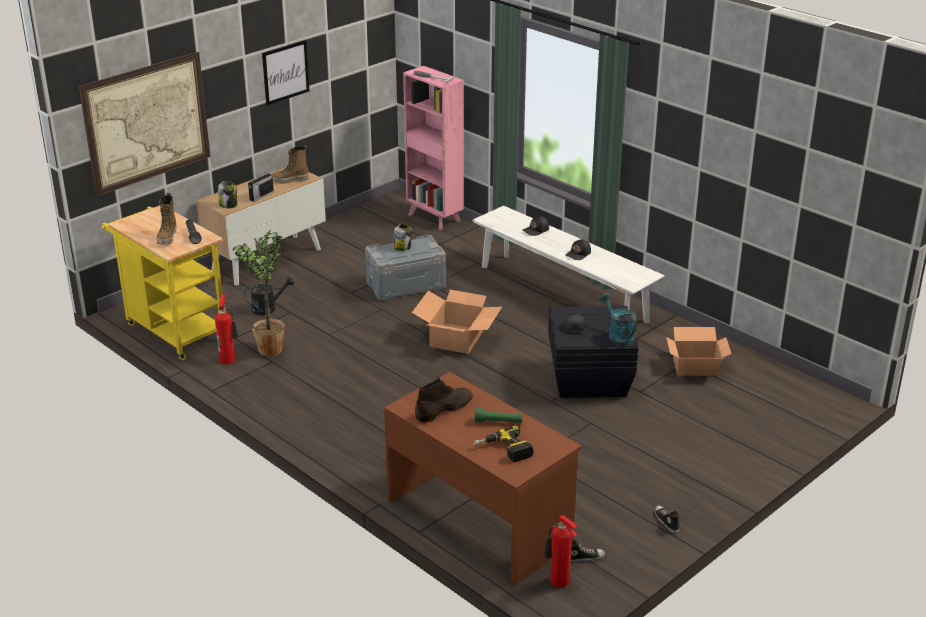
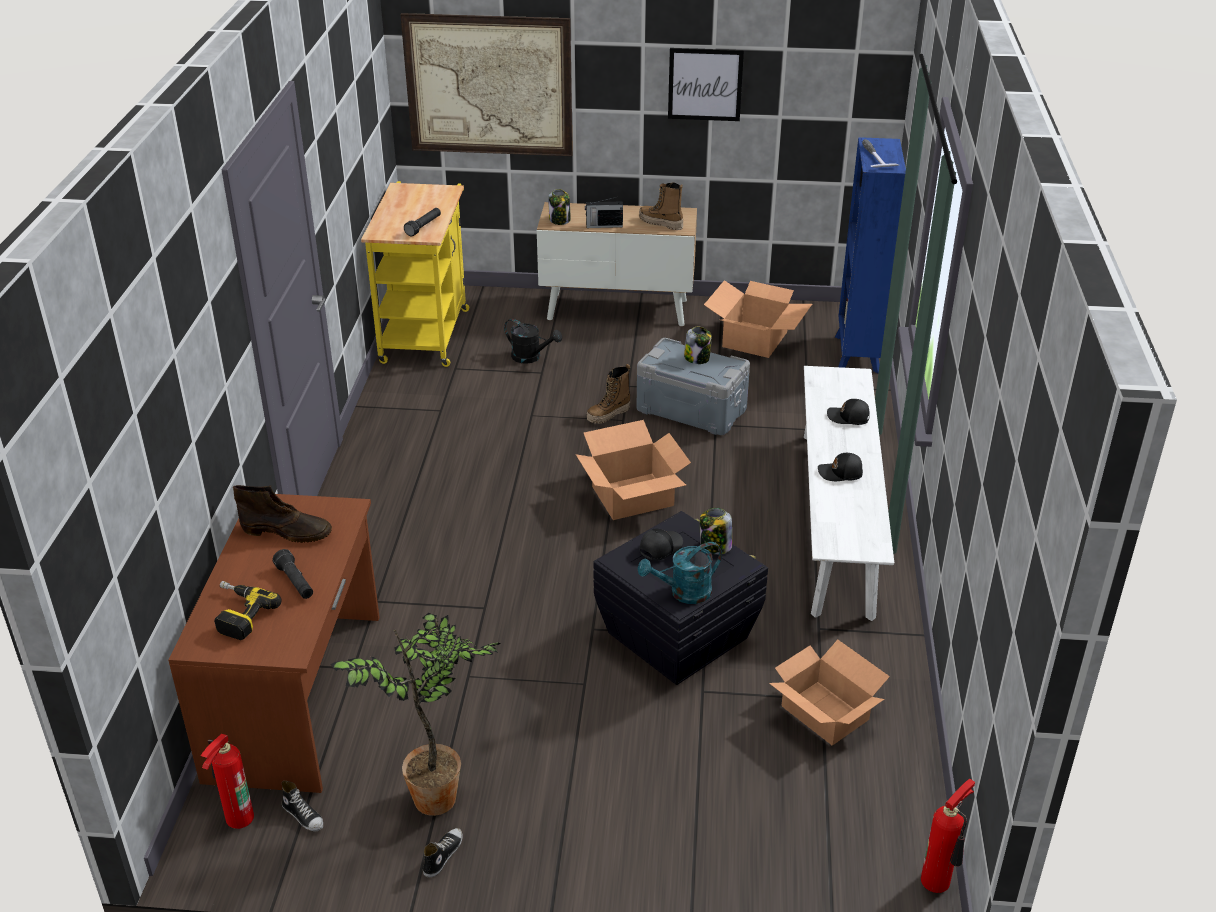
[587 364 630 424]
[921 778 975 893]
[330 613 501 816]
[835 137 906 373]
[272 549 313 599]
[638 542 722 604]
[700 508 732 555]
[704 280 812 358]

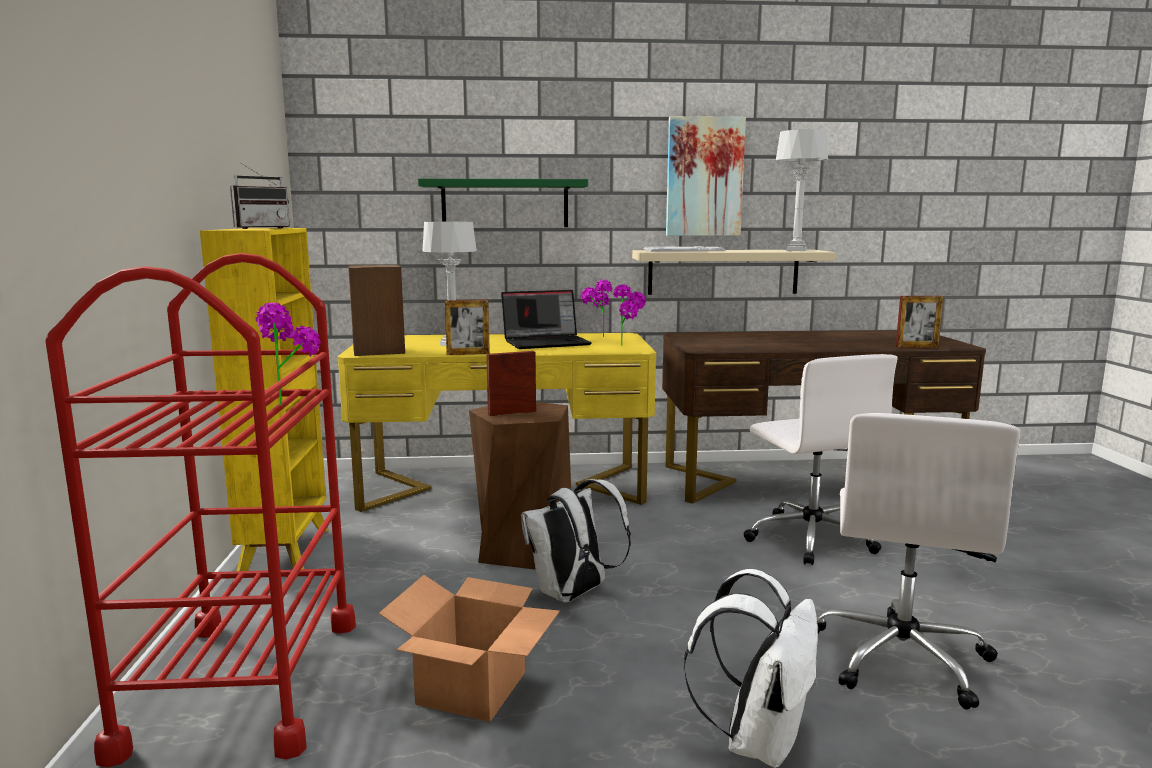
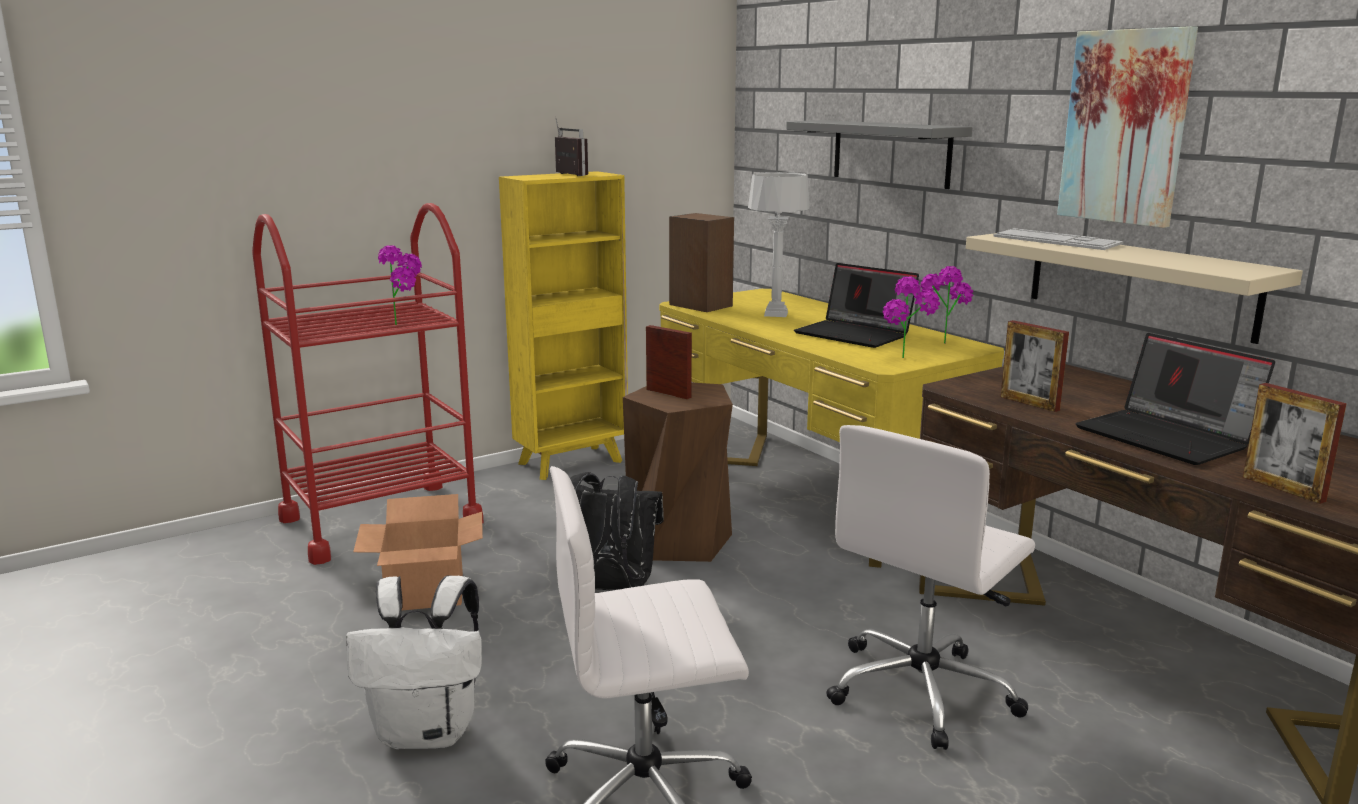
[555 119 589 176]
[786 120 972 189]
[1001 320 1069 412]
[570 472 664 591]
[776 129 828 251] (first image)
[1075 333 1275 465]

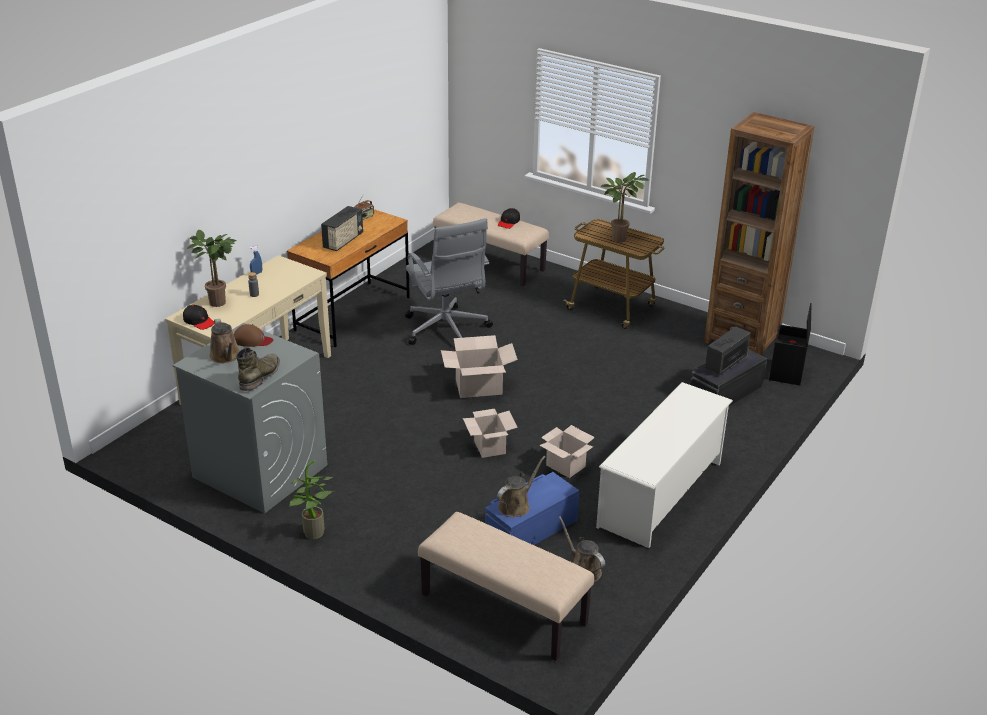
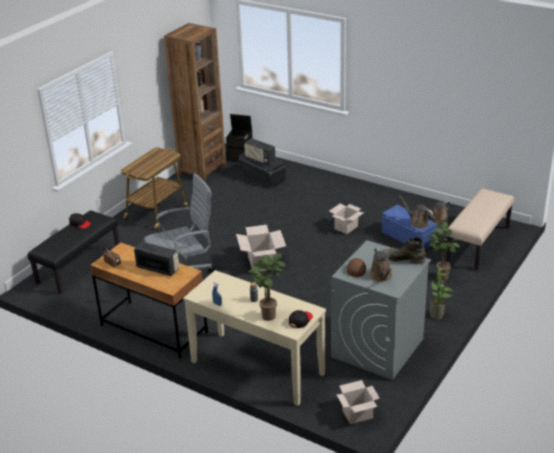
[369 248 392 282]
[28 210 119 294]
[337 380 380 424]
[596 382 733 548] (first image)
[427 222 460 281]

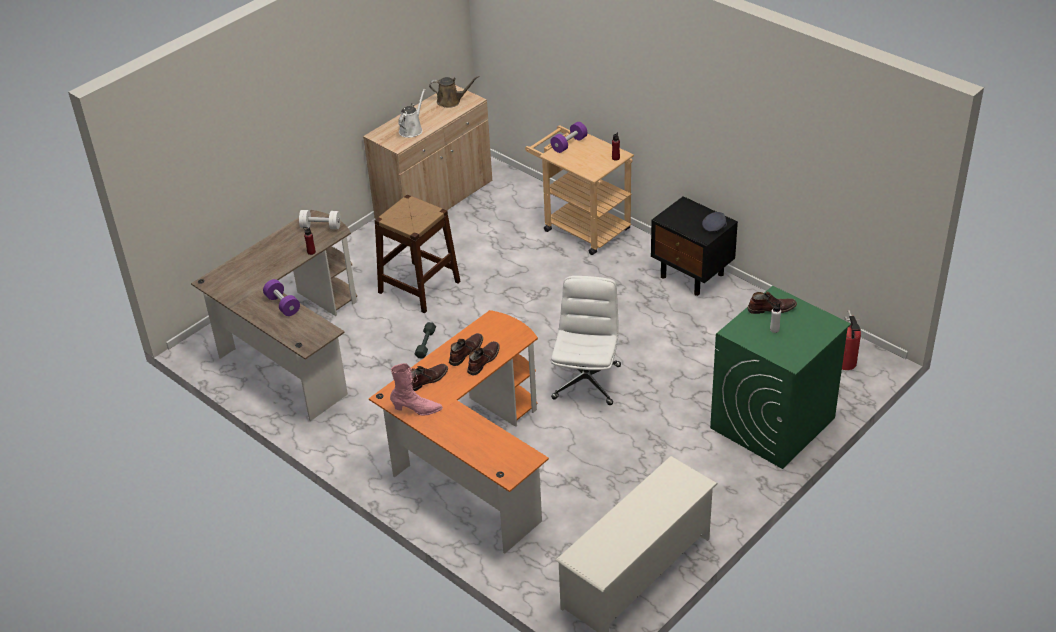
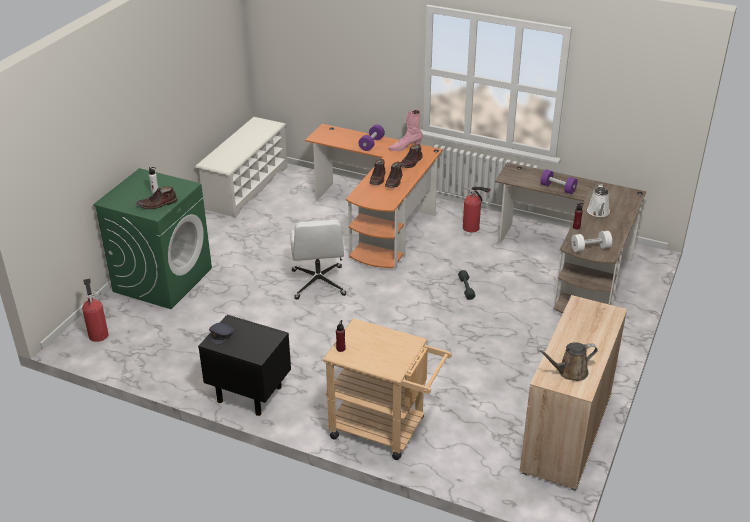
[375 195 461 313] (first image)
[587 184 610 217]
[358 124 385 151]
[463 186 491 232]

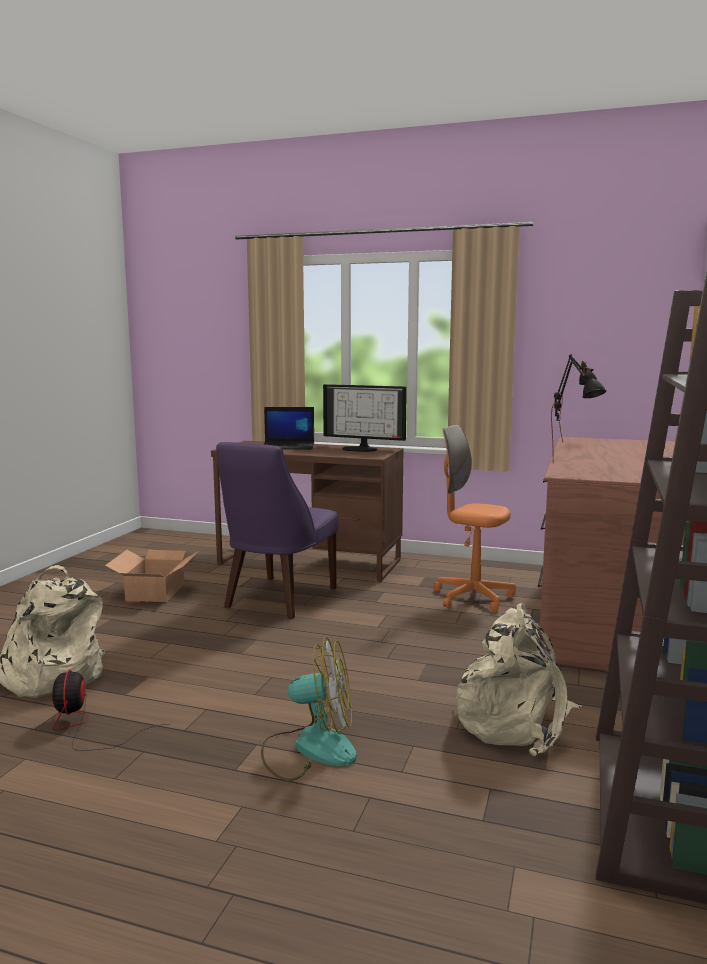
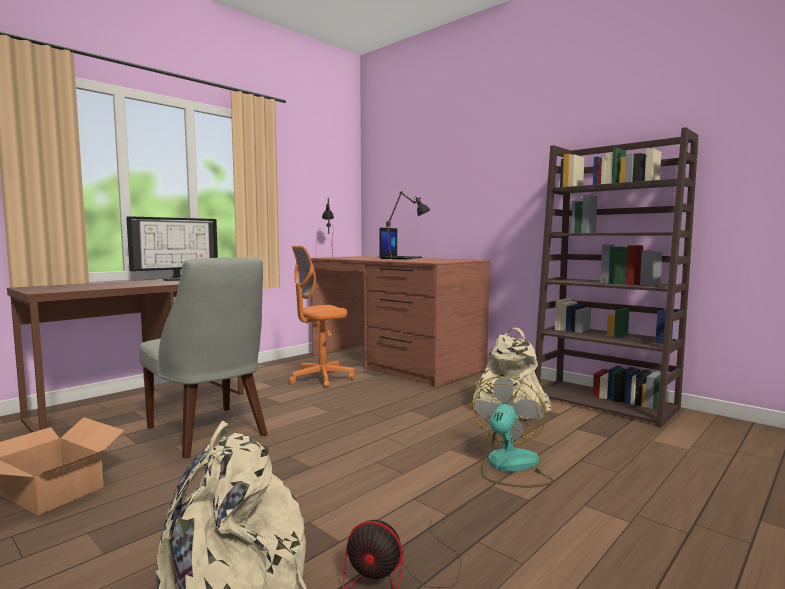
[139 257 268 459]
[379 228 422 259]

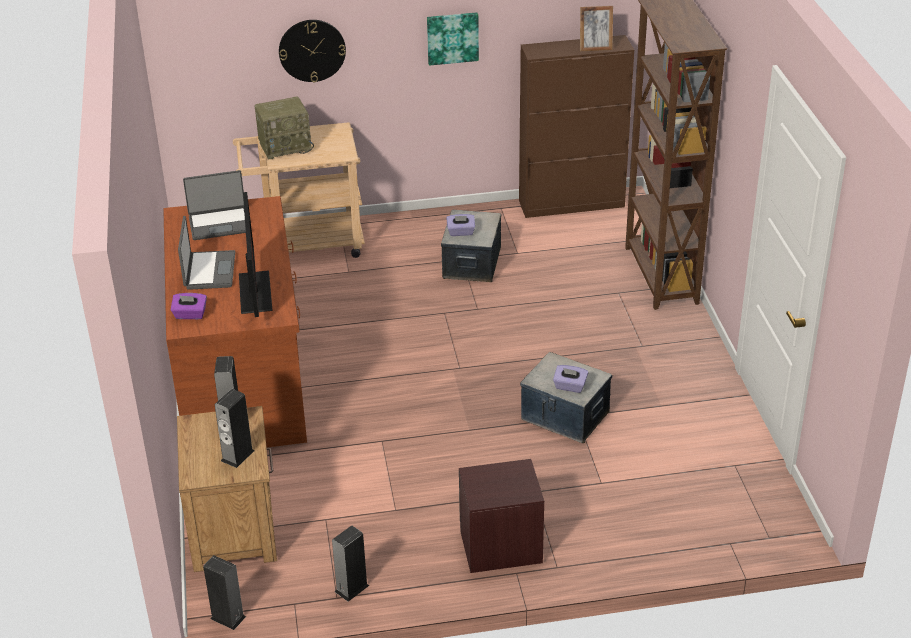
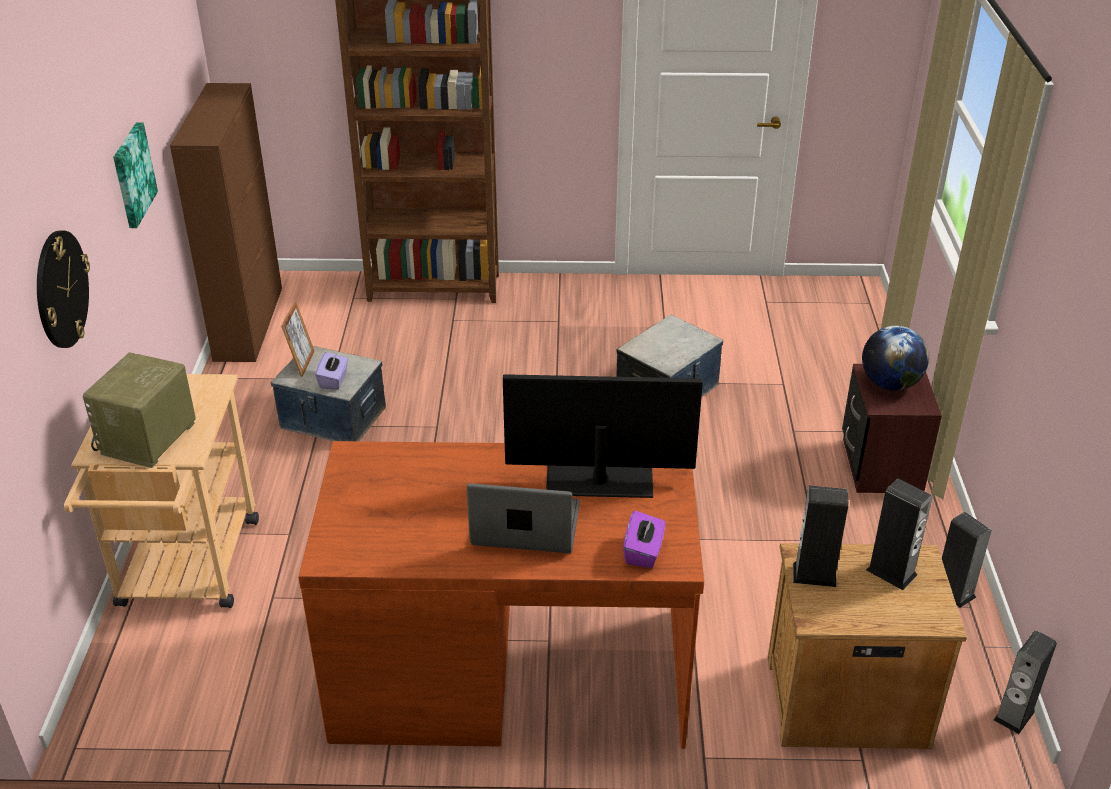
[183 170 246 240] (first image)
[83 352 196 468]
[553 365 589 393] (first image)
[281 301 315 377]
[862 326 929 390]

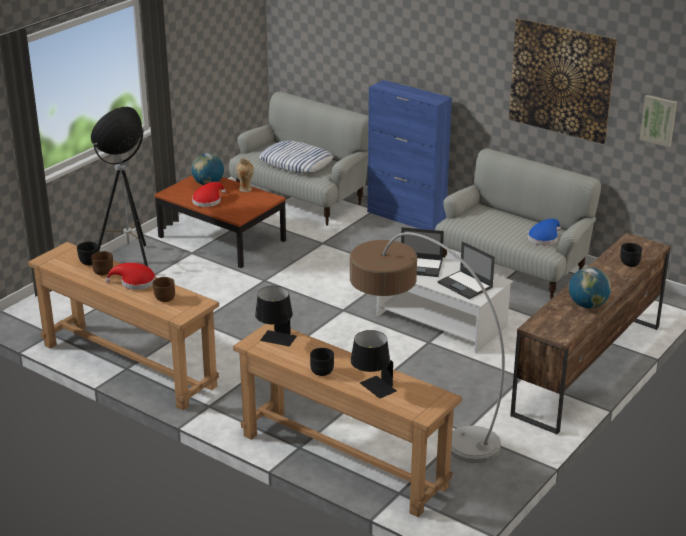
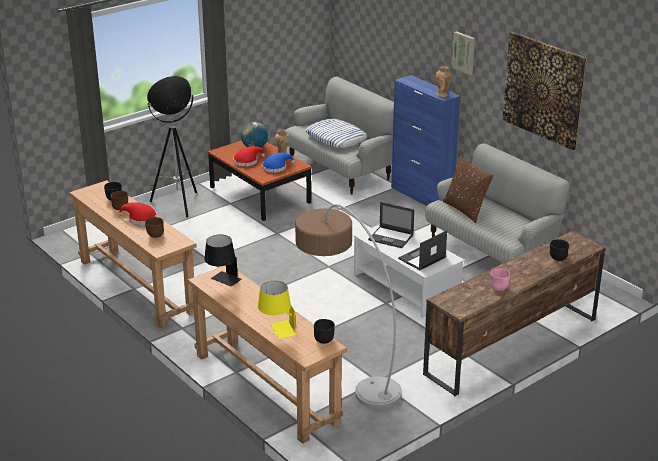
[314 319 335 344]
[258 281 296 339]
[398 230 447 270]
[262 153 295 173]
[490 269 510 291]
[452 31 475 75]
[436 66 451 97]
[443 156 494 223]

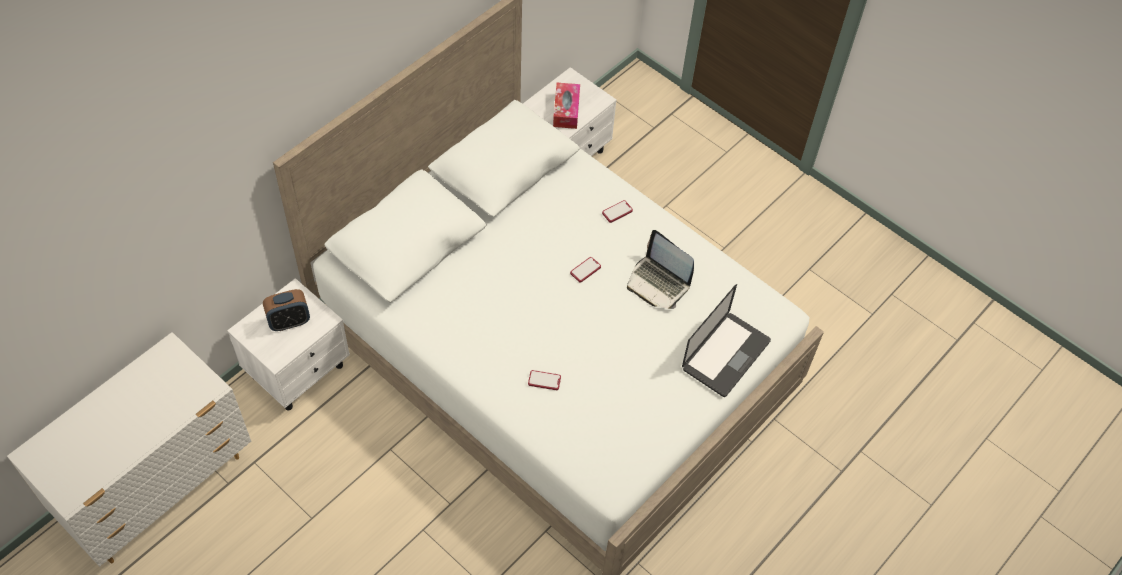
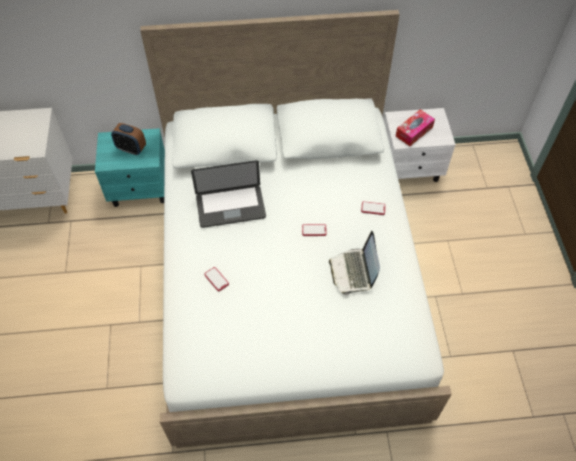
[95 128 165 207]
[191 160 266 228]

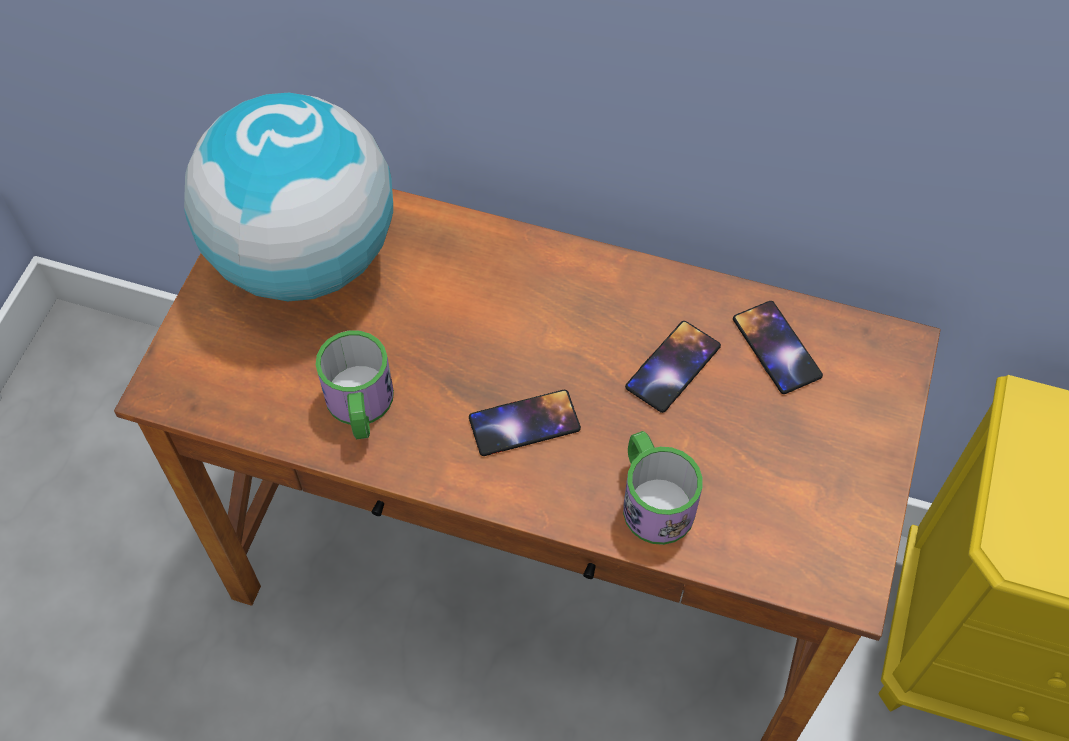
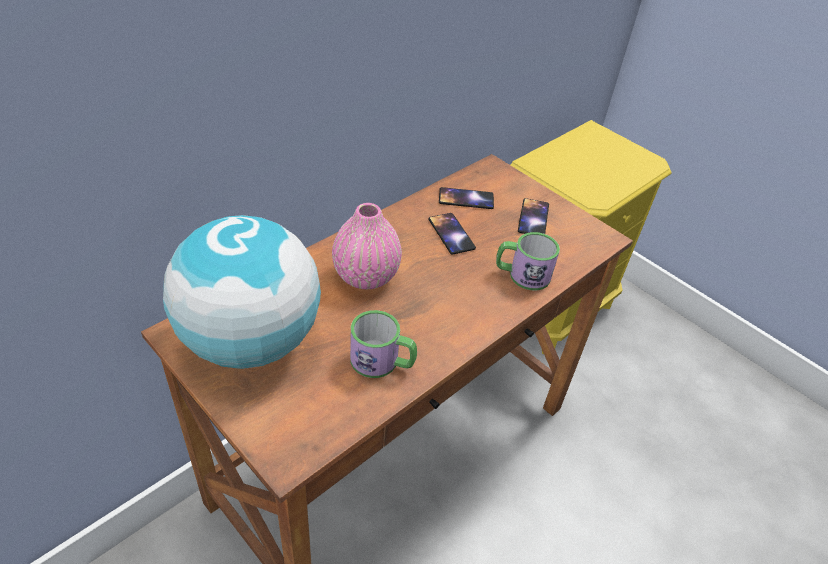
[518 198 549 234]
[332 203 402 289]

